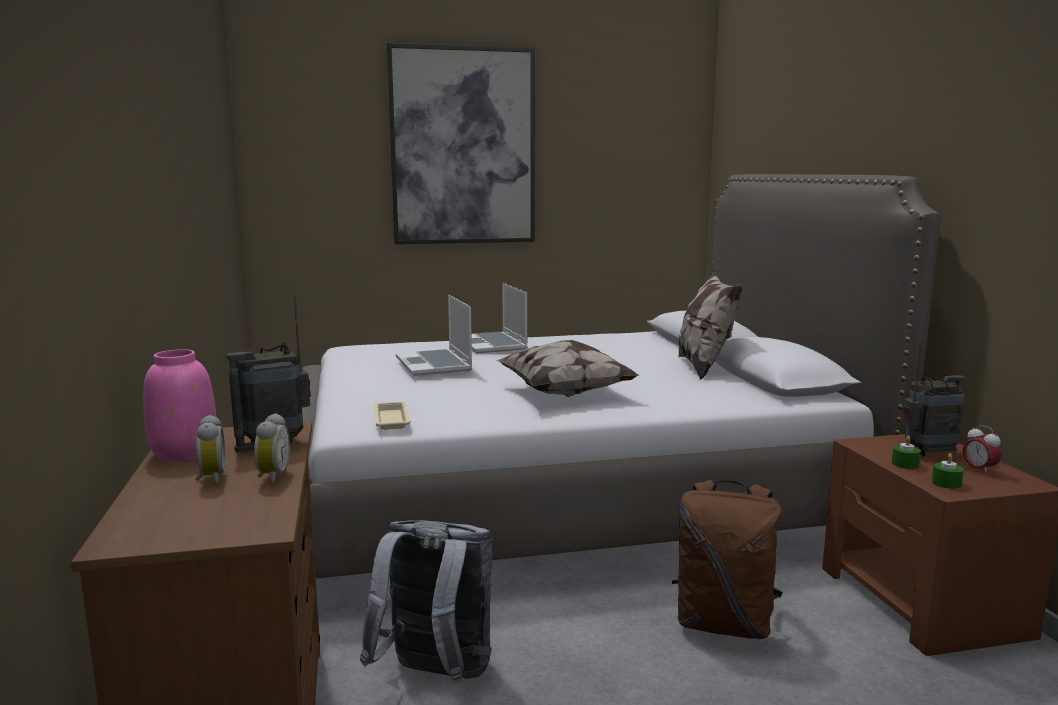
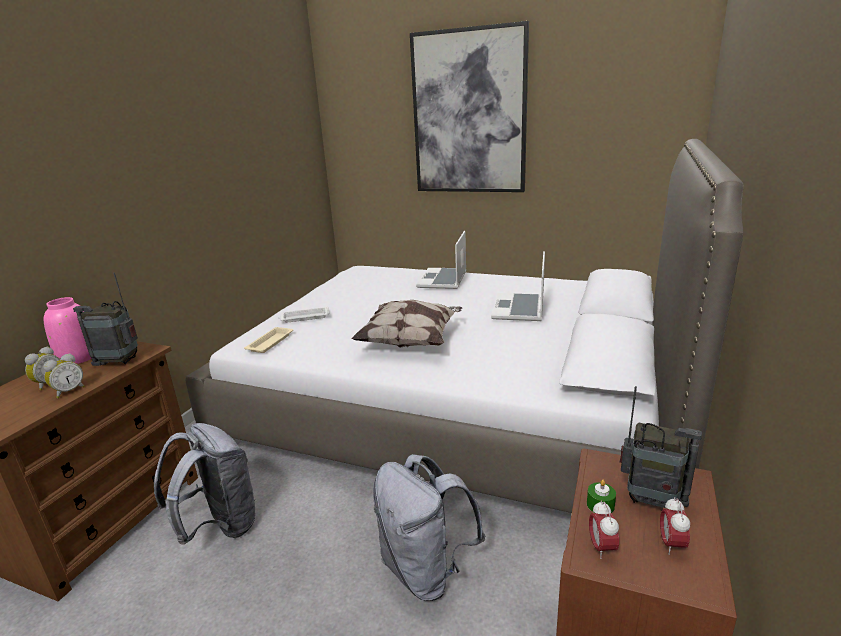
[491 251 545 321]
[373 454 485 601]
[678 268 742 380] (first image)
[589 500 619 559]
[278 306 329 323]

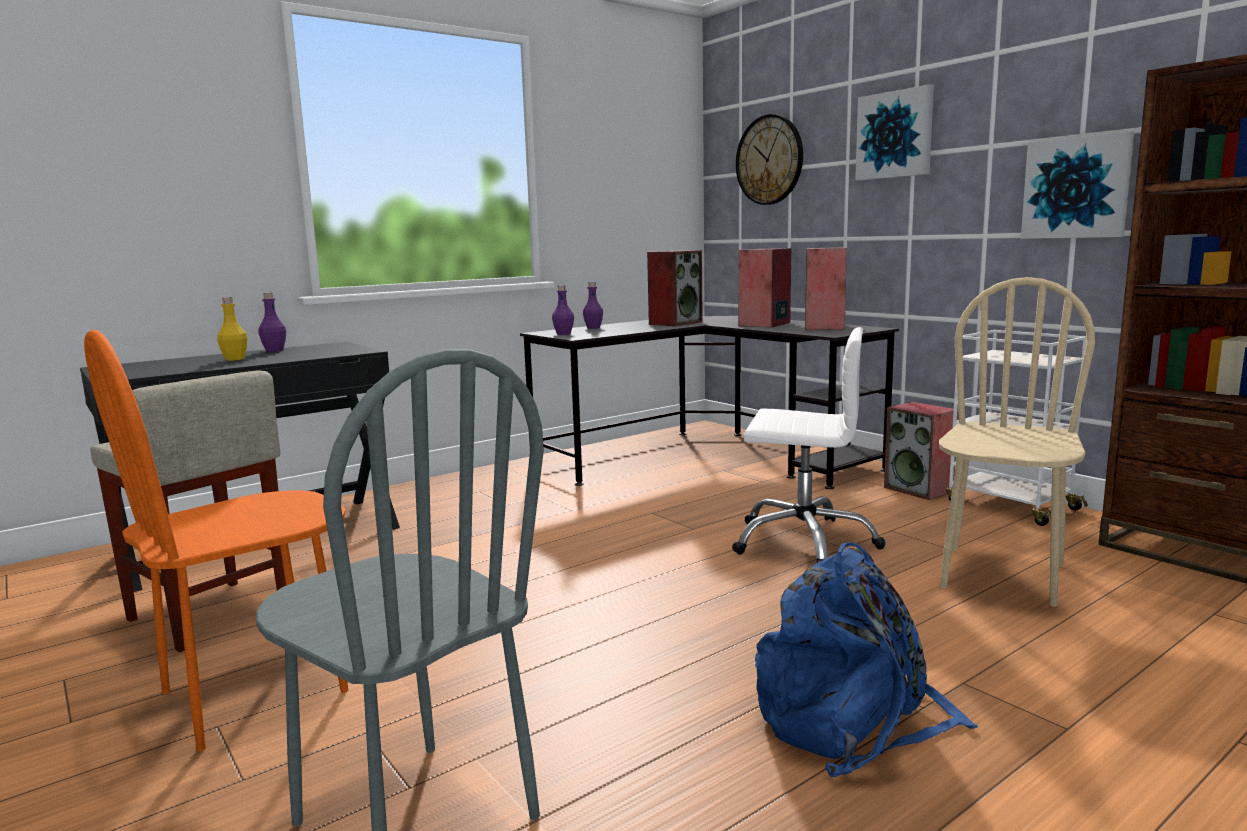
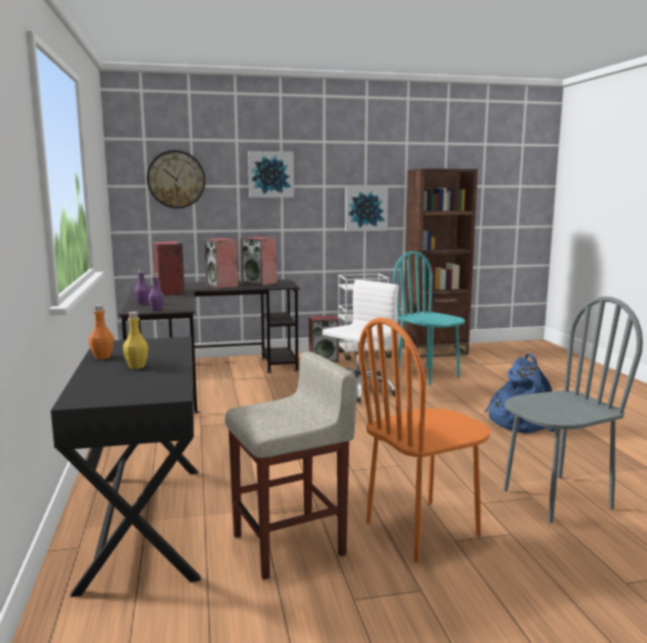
[358 317 491 563]
[89 305 114 359]
[393 251 465 385]

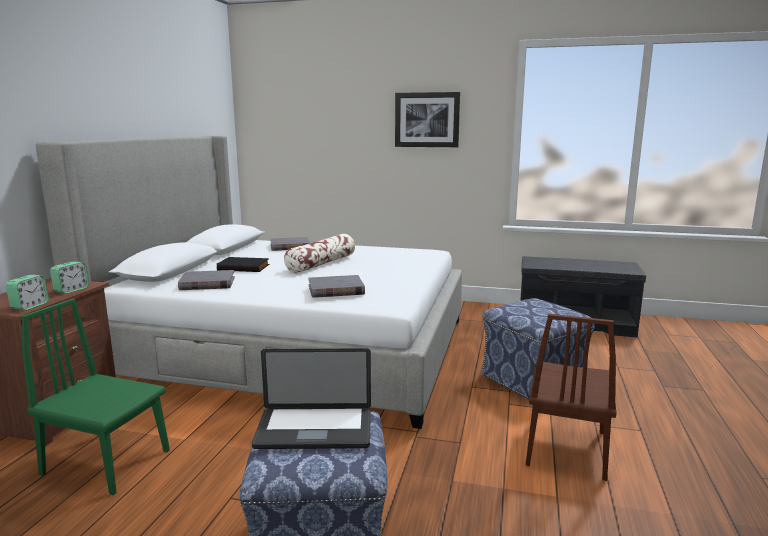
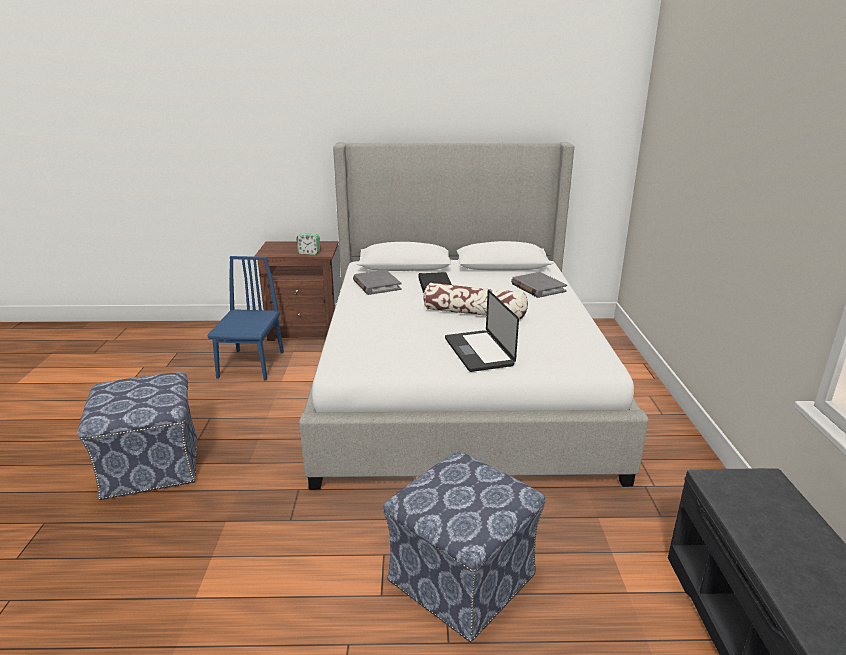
[6 275 49 311] (first image)
[208 256 284 380]
[445 290 519 372]
[308 275 365 298] (first image)
[395 92 460 147] (first image)
[526 314 617 481] (first image)

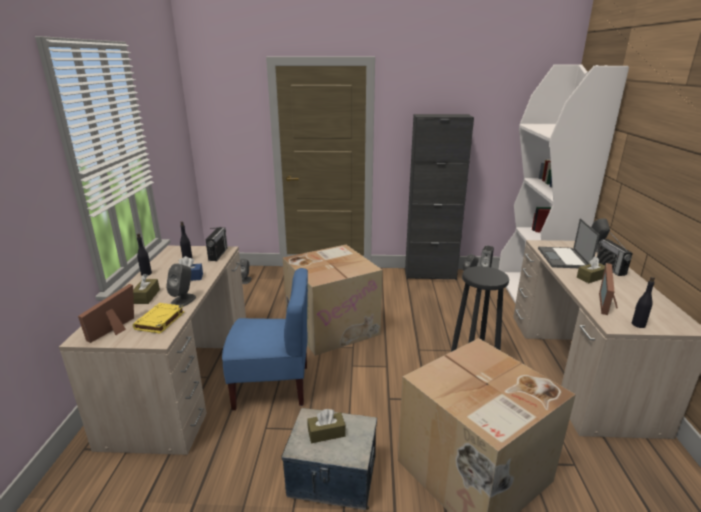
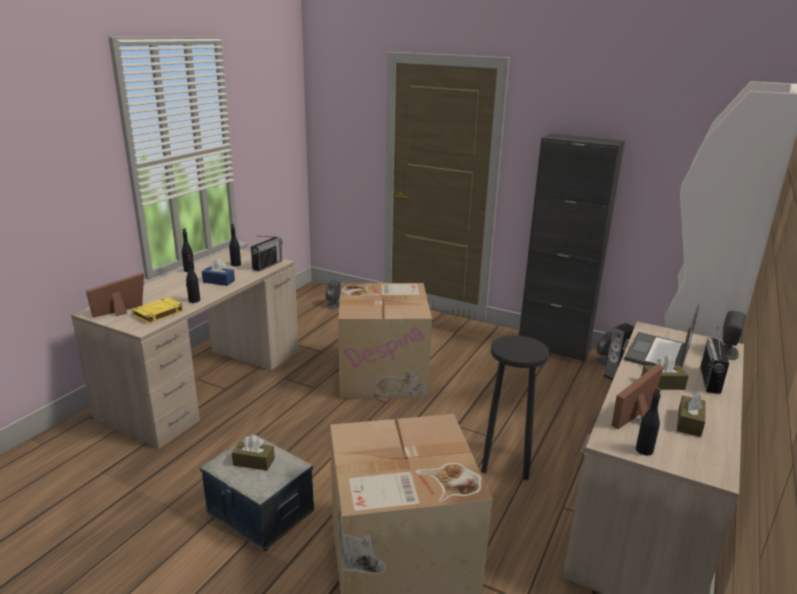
[677 392 706 437]
[186 255 200 303]
[222 268 308 411] (first image)

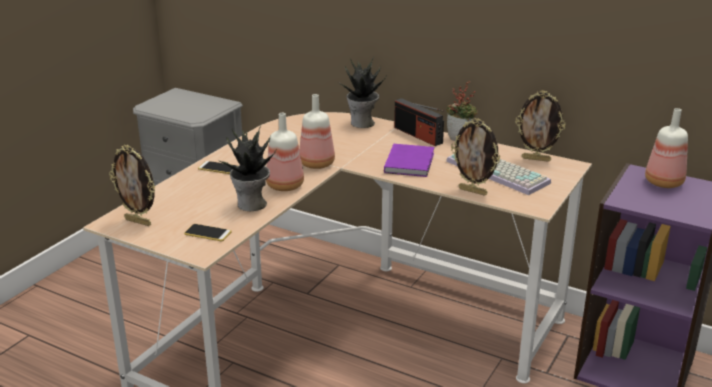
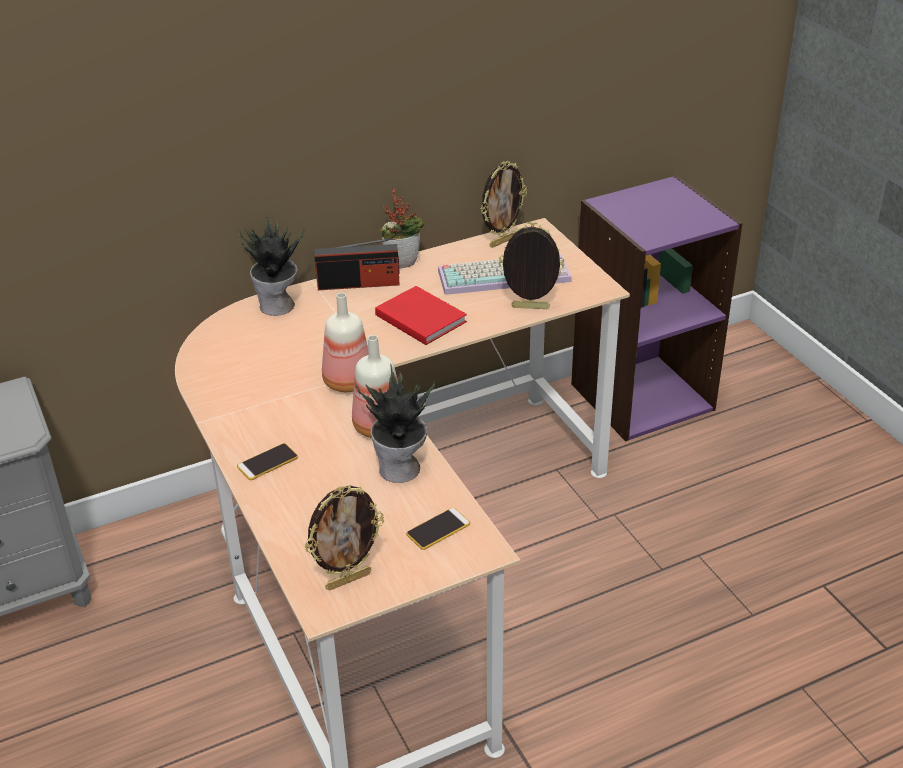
[375 286 467 345]
[499 222 564 309]
[645 108 688 188] (first image)

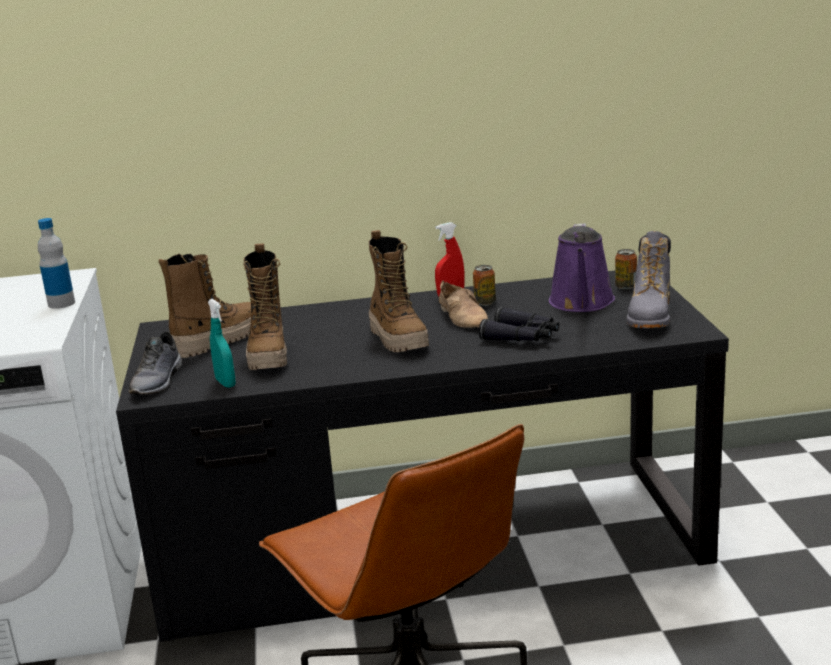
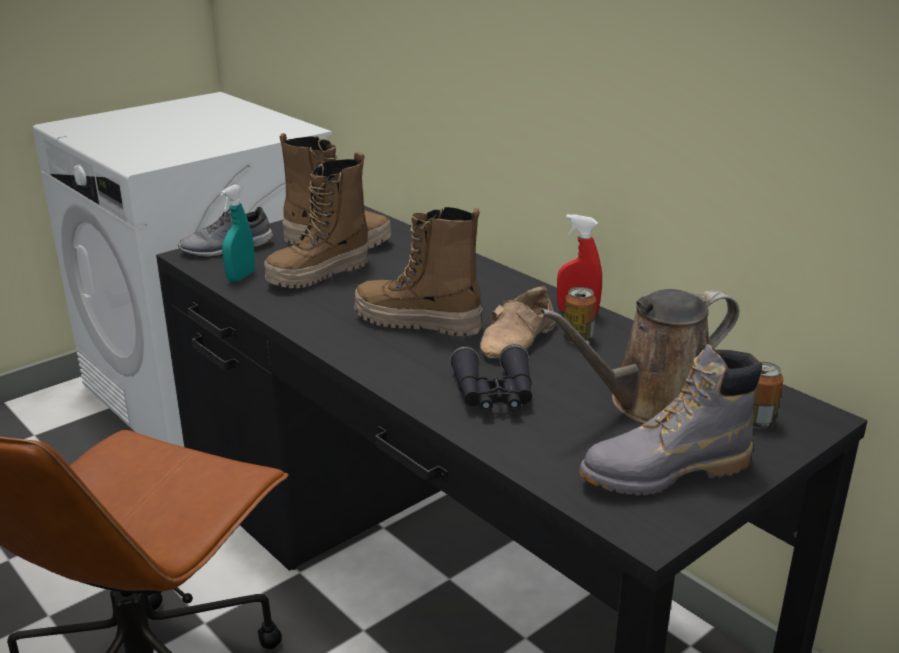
[38 218 75 309] (first image)
[354 207 482 336]
[540 289 739 424]

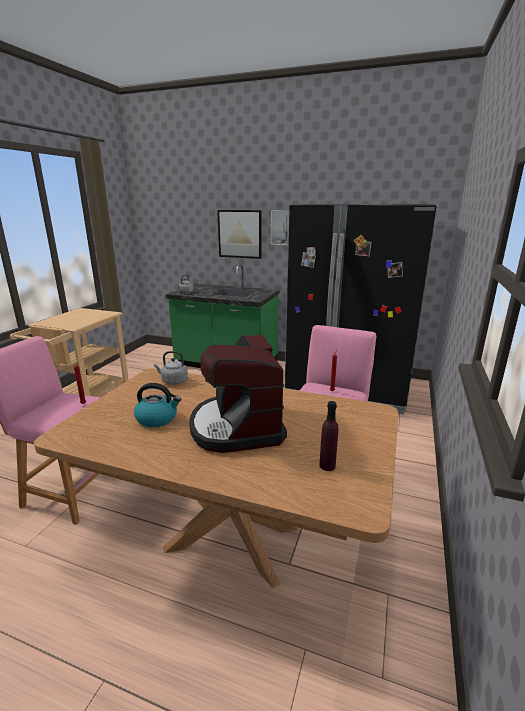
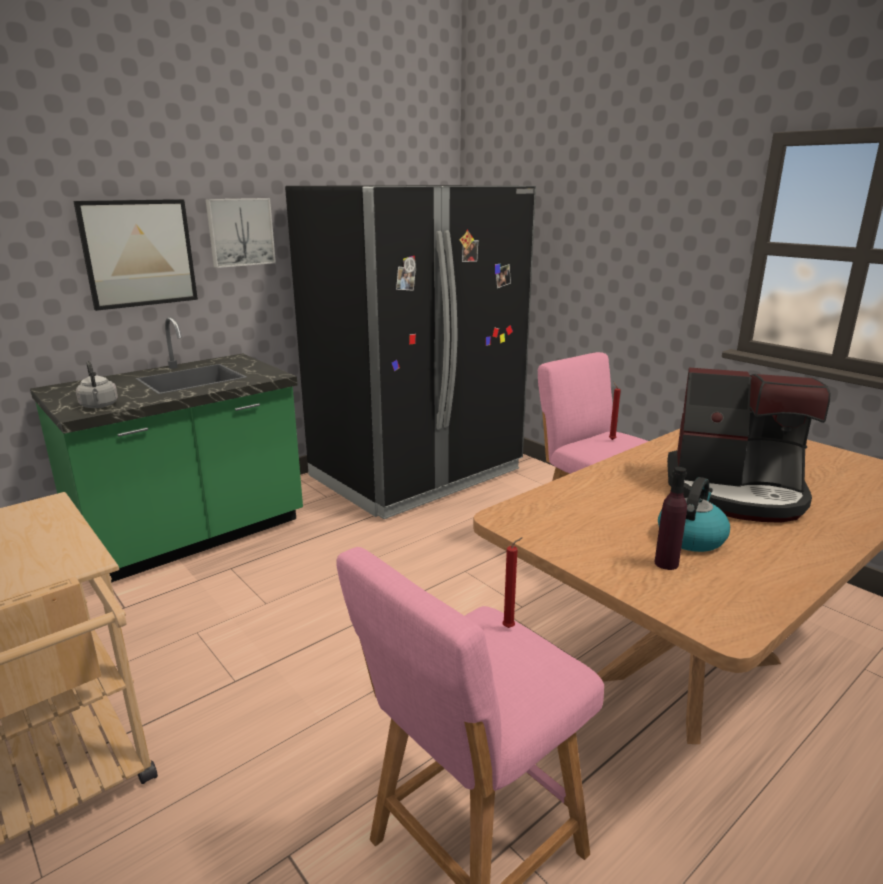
[154 351 188 385] (first image)
[655 467 687 570]

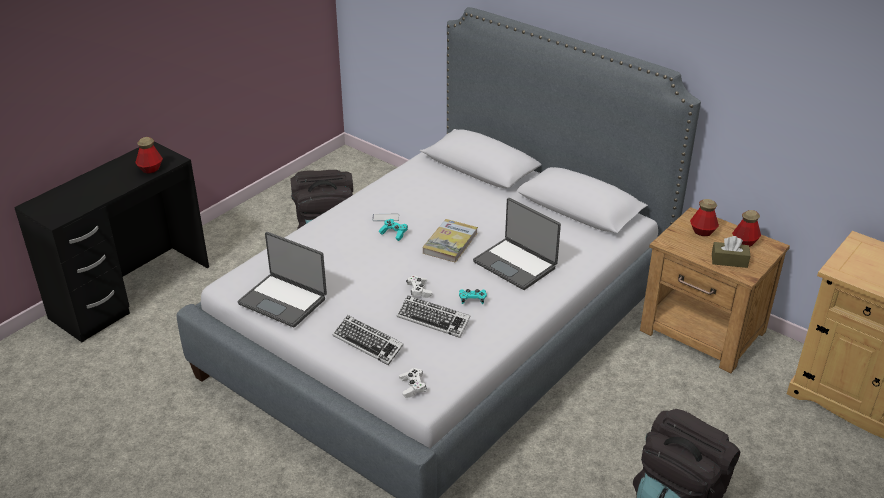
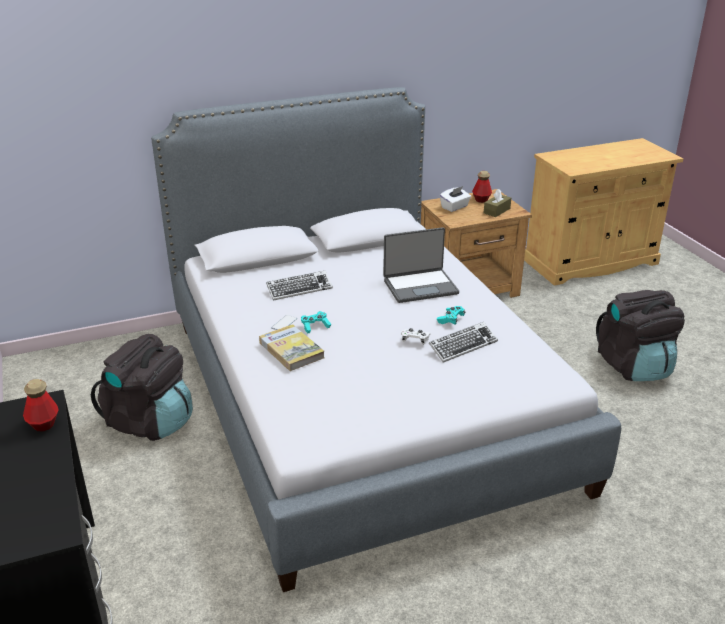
[238 232 327 327] (first image)
[266 271 333 301]
[399 368 427 398] (first image)
[259 324 324 371]
[440 186 471 212]

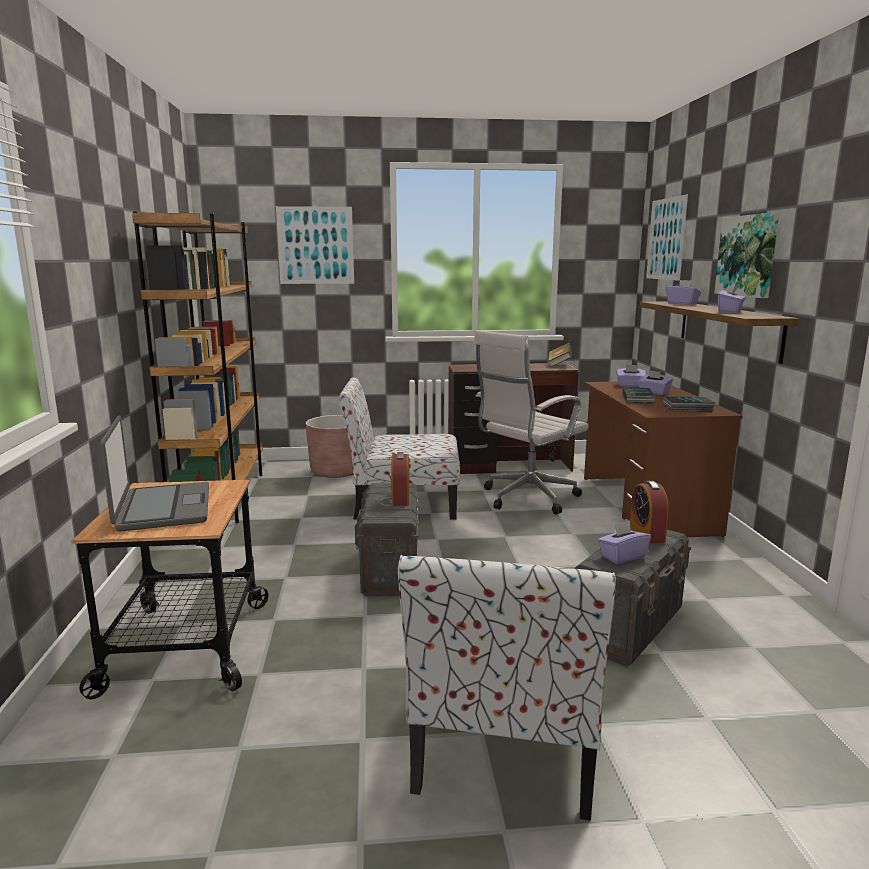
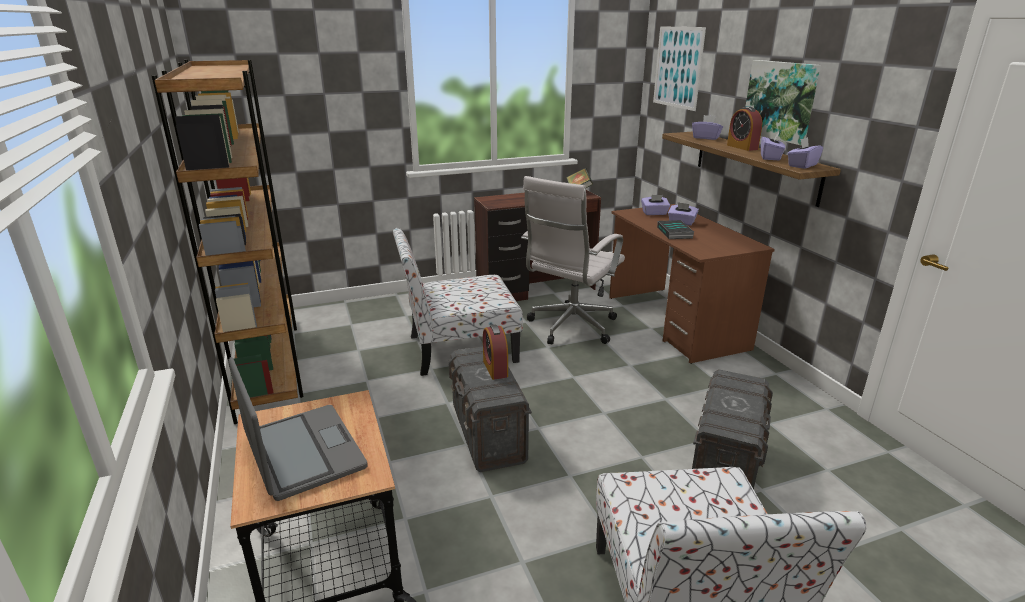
[276 206 354 284] (first image)
[306 415 353 478] (first image)
[787 137 823 169]
[727 107 762 151]
[663 396 715 411] (first image)

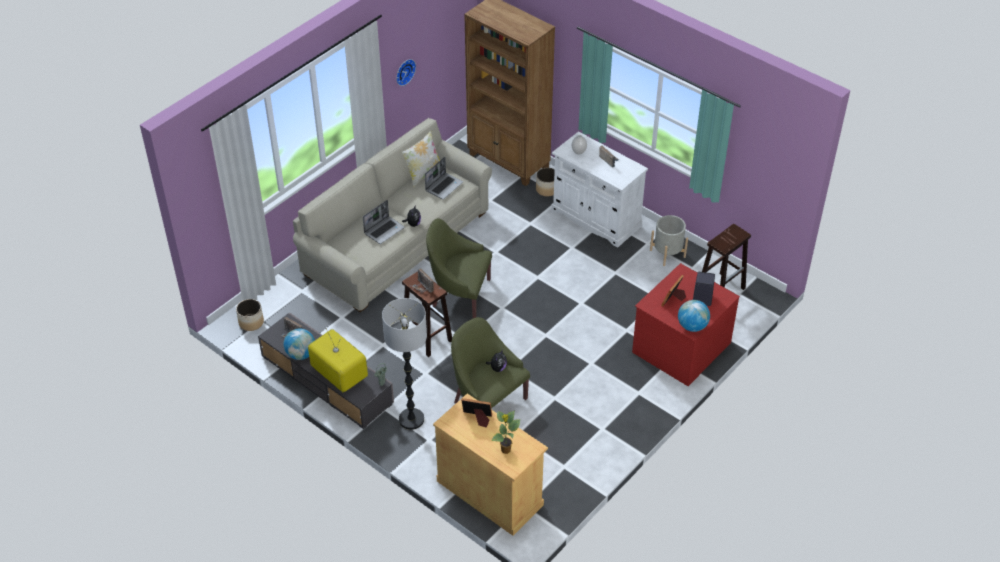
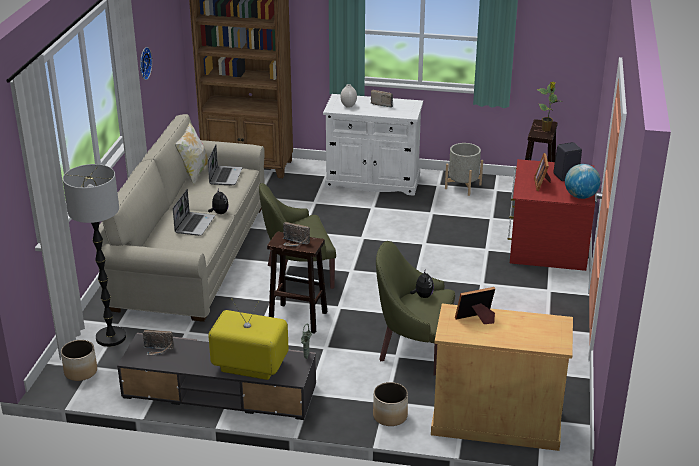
[284 328 315 360] (first image)
[63 164 126 347]
[537 82 562 132]
[373 382 408 426]

